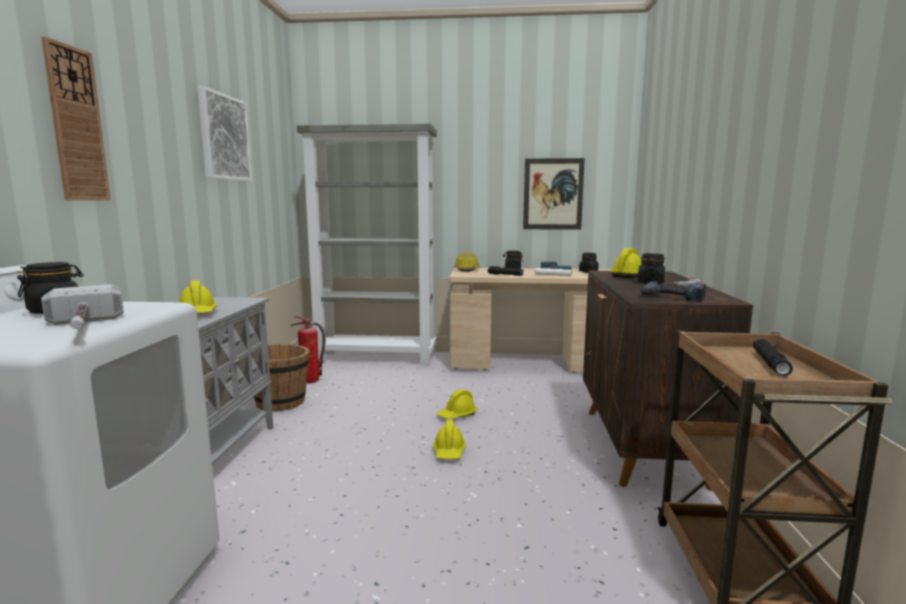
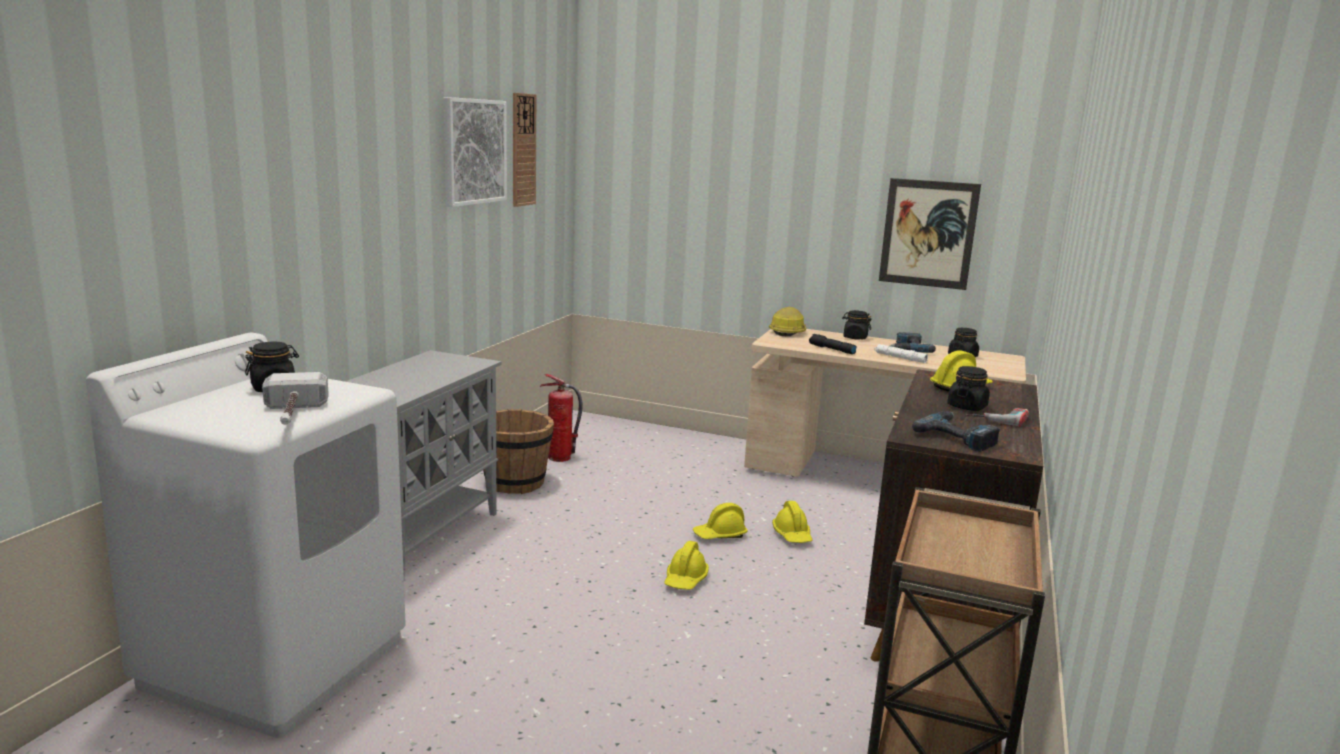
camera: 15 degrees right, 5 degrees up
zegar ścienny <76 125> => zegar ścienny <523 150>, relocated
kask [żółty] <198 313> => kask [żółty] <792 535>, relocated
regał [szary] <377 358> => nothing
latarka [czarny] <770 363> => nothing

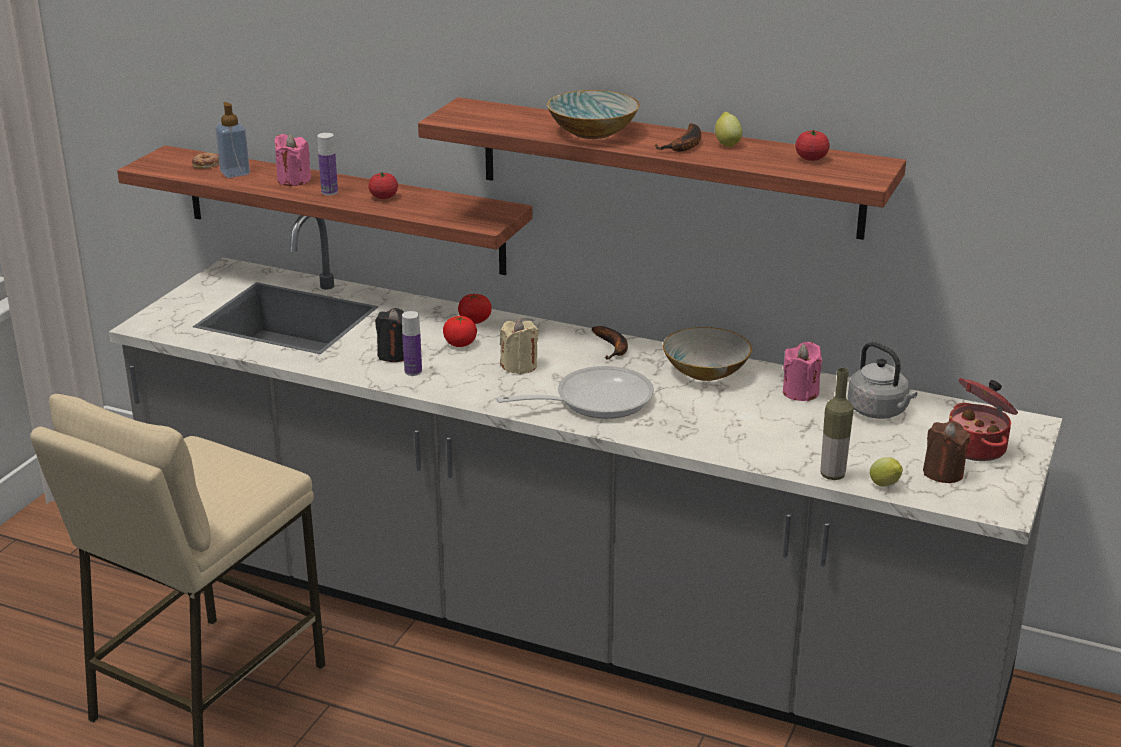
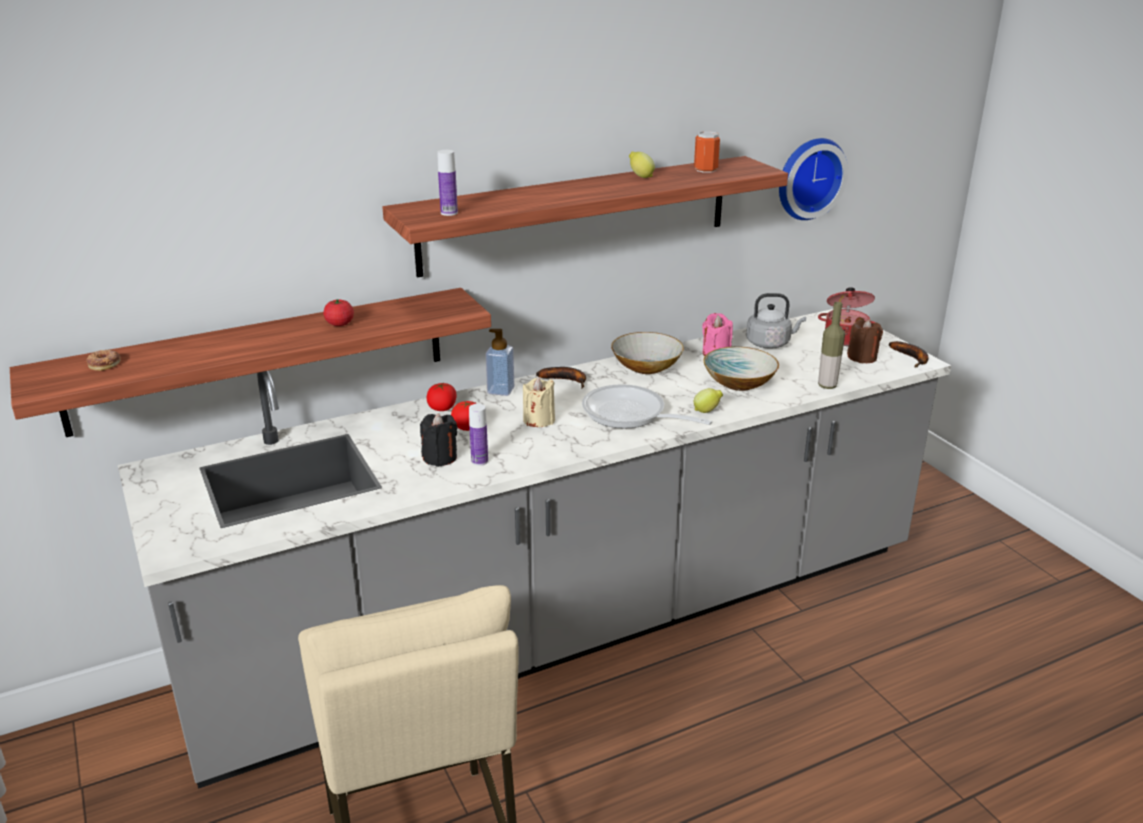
camera: 50 degrees left, 0 degrees up
butelka <329 192> => butelka <449 213>, relocated
dozownik mydła <235 173> => dozownik mydła <500 390>, relocated
patelnia <595 400> => patelnia <630 415>, 75 degrees counterclockwise
pomidor <811 158> => puszka <705 169>
cytryna <885 486> => cytryna <707 411>, relocated
miska <593 132> => miska <739 382>, relocated
nothing => zegar ścienny <808 177>
banan <685 146> => banan <912 358>, relocated
świeca [różowy] <294 180> => nothing

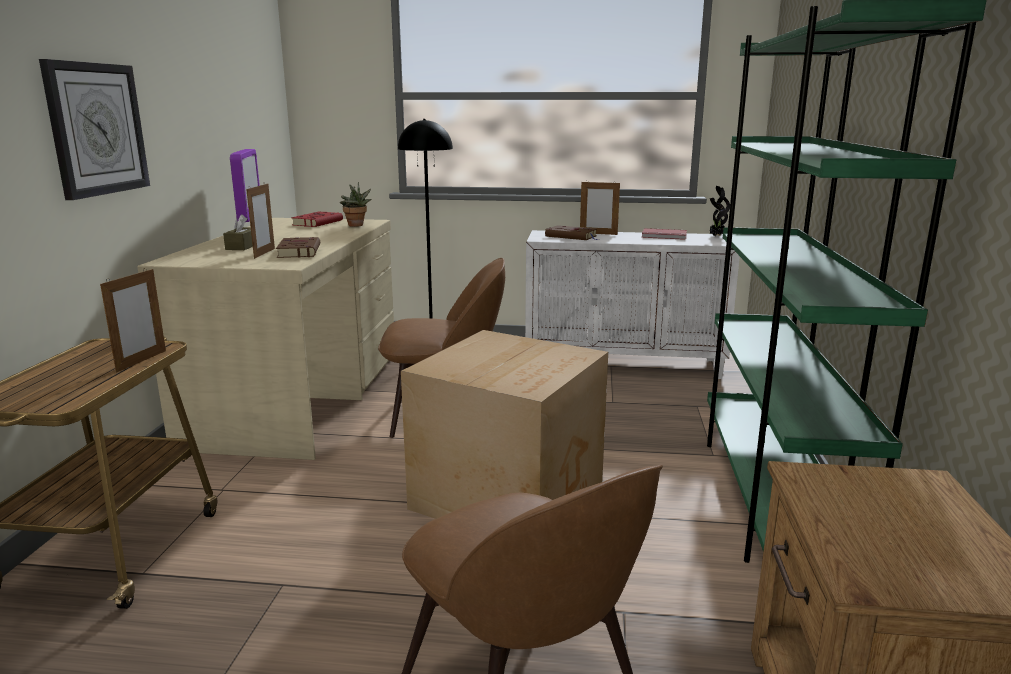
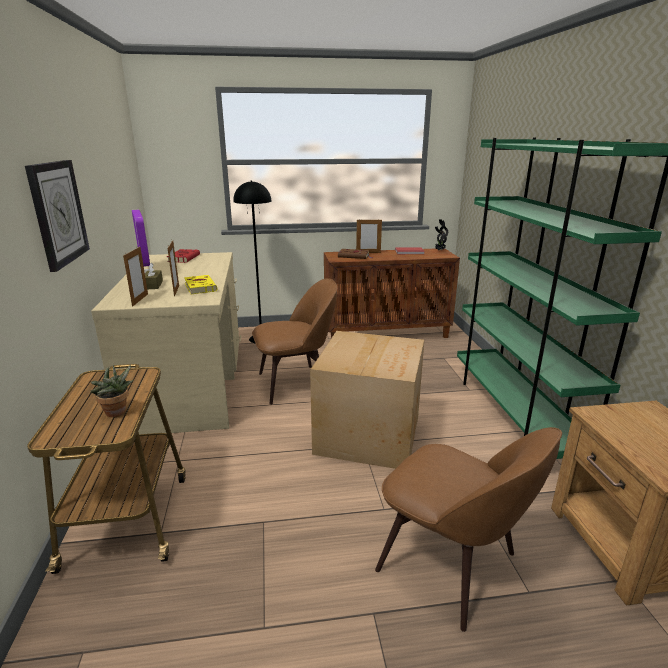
camera: 15 degrees left, 5 degrees up
roślina doniczkowa <356 225> => roślina doniczkowa <117 413>, relocated
ramka na zdjęcie <141 361> => ramka na zdjęcie <140 300>, relocated
książka [brązowy] <299 251> => książka [żółty] <200 287>
szafka [biały] <624 364> => szafka [brązowy] <387 333>

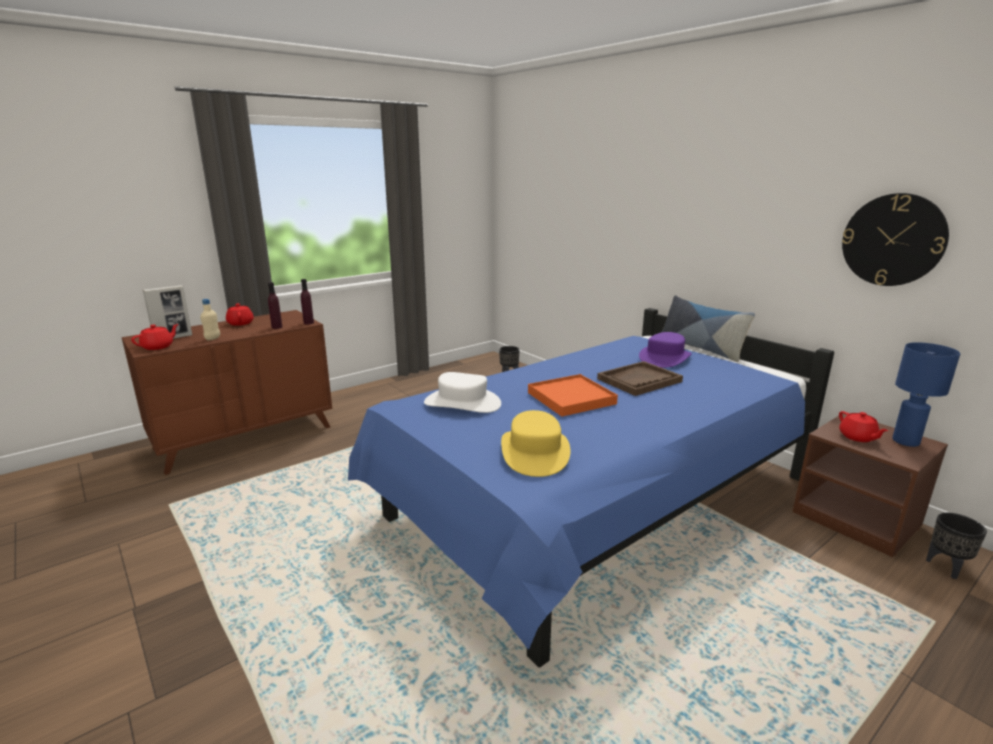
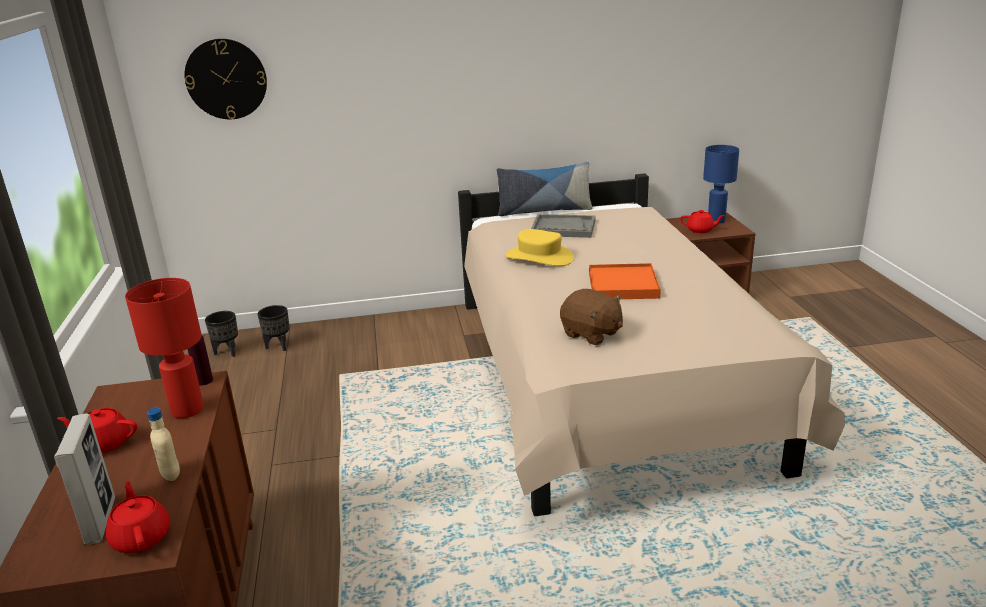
camera: 60 degrees left, 5 degrees up
butelka [fioletowy] <277 327> => lampa stołowa [czerwony] <188 409>
zegar ścienny <893 240> => zegar ścienny <226 79>, relocated
donica [czarny] <947 567> => donica [czarny] <228 352>, relocated
łóżko [niebieski] <595 502> => łóżko [beżowy] <604 383>
kapelusz [żółty] <535 452> => kapelusz [żółty] <539 257>, relocated
kapelusz [fioletowy] <664 358> => taca [szary] <563 228>
kapelusz [biały] <462 403> => pluszak [brązowy] <591 334>
taca [brązowy] <639 380> => nothing

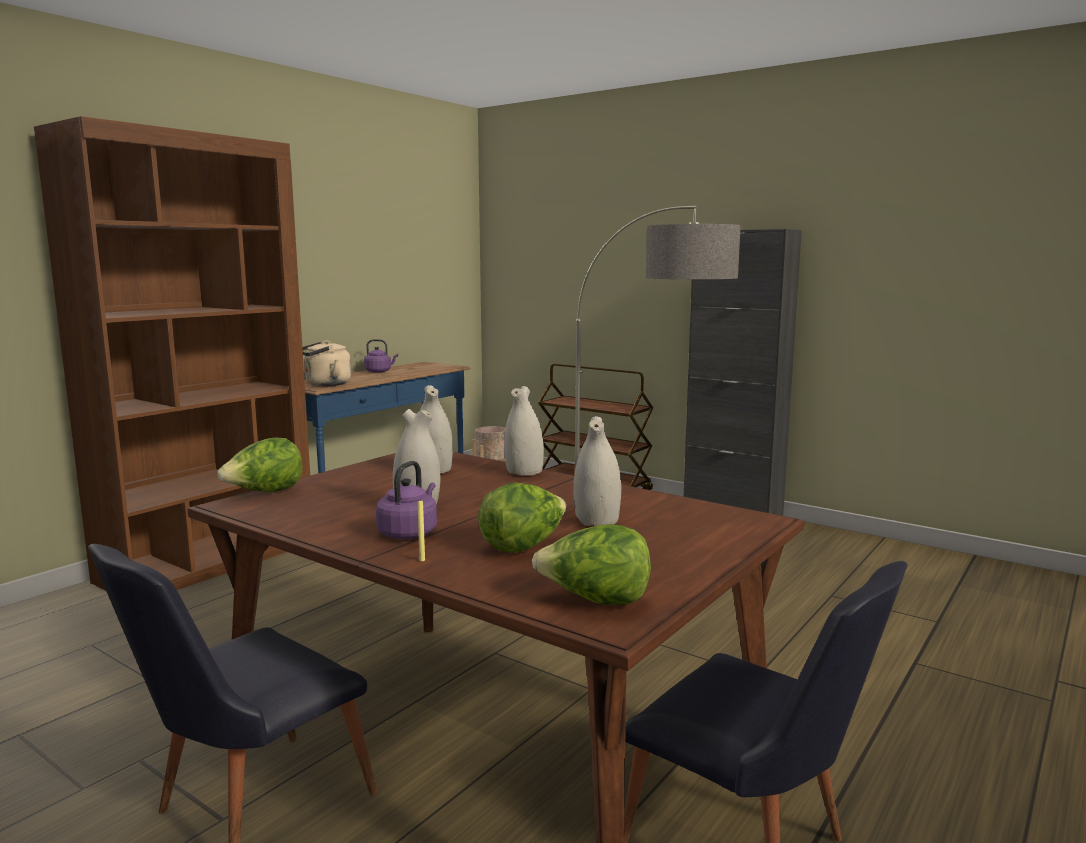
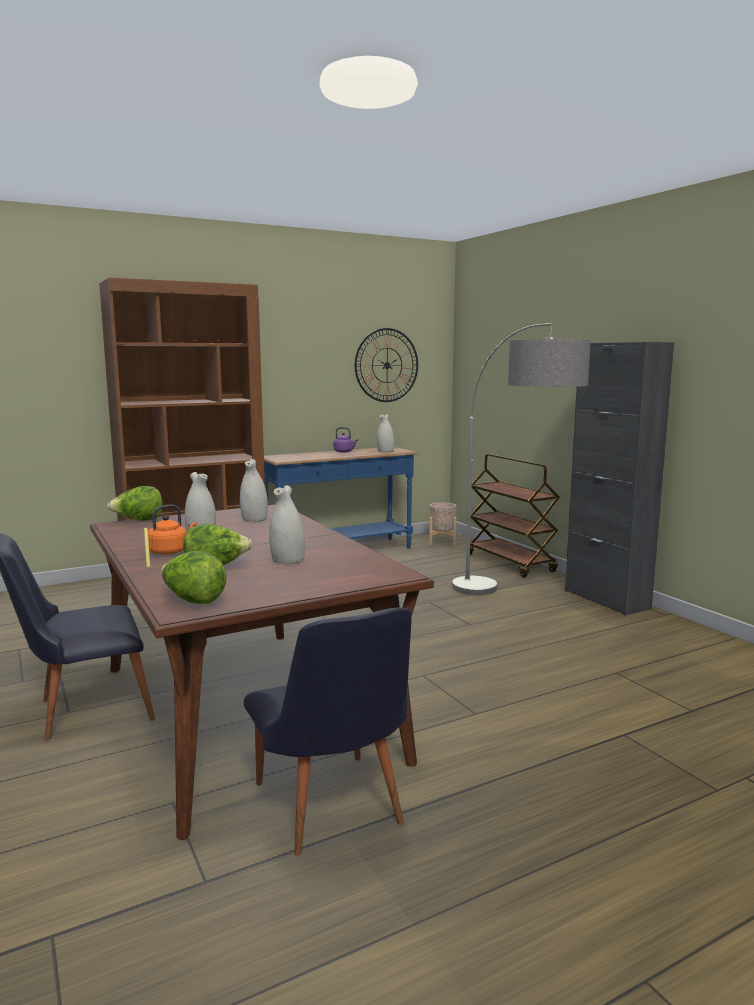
camera: 25 degrees right, 0 degrees up
czajnik [fioletowy] <409 532> => czajnik [pomarańczowy] <170 551>
nothing => zegar ścienny <386 365>
wazon [biały] <523 472> => wazon [biały] <385 451>, relocated
czajnik [beżowy] <325 384> => nothing

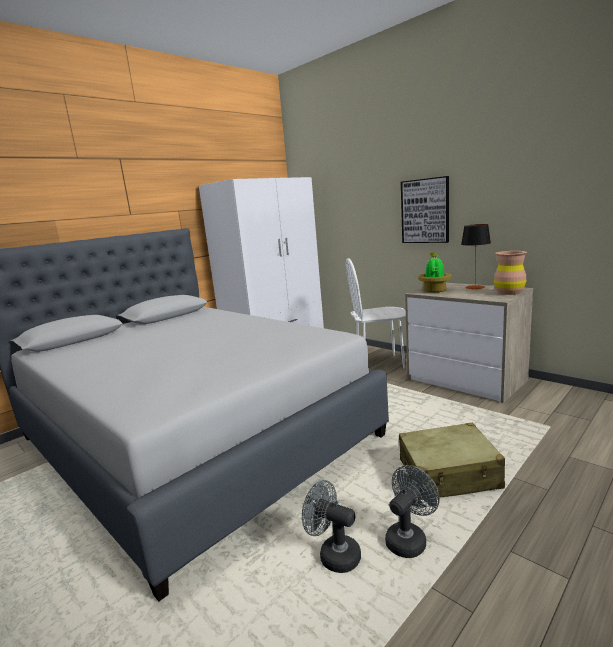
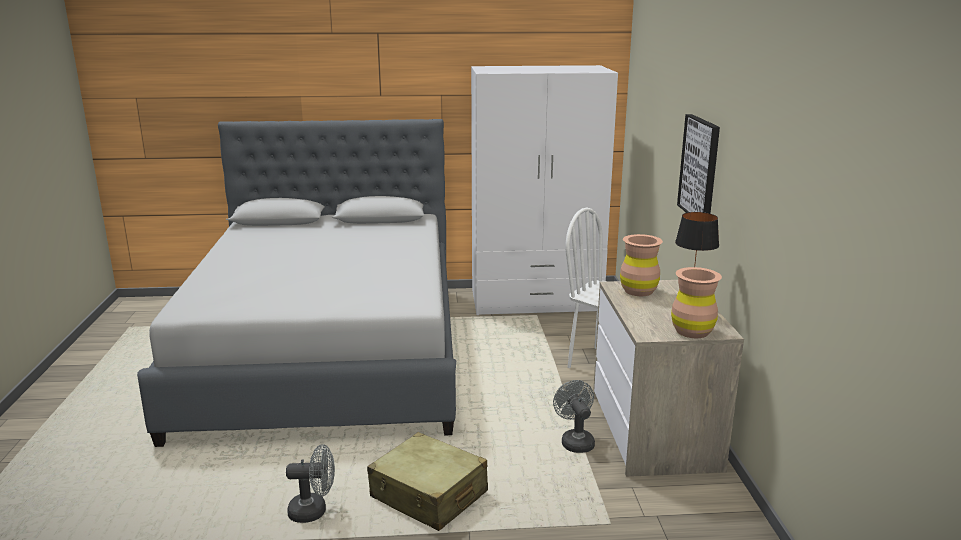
camera: 40 degrees right, 5 degrees up
wentylator [szary] <334 554> => wentylator [szary] <575 441>, relocated
roślina doniczkowa <434 290> => wazon [brązowy] <638 291>

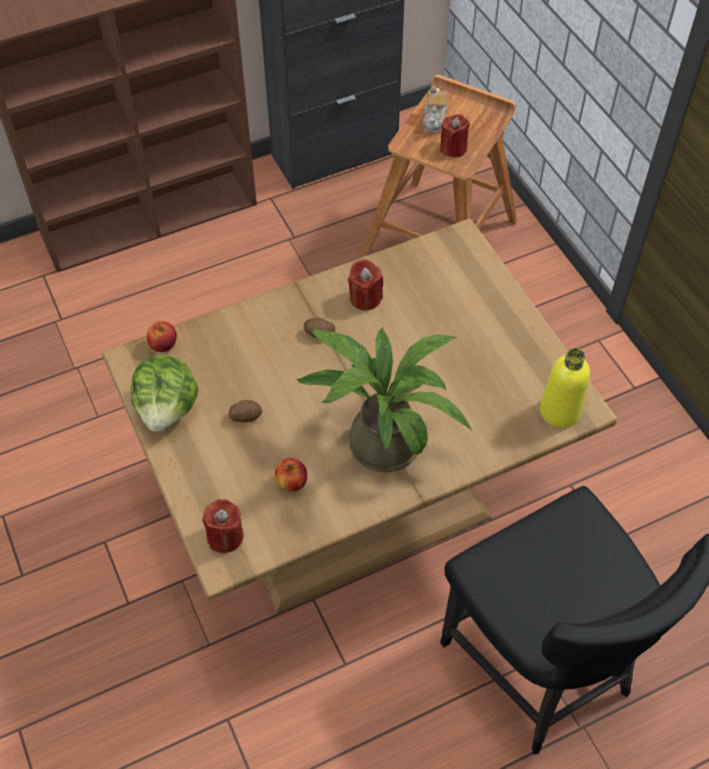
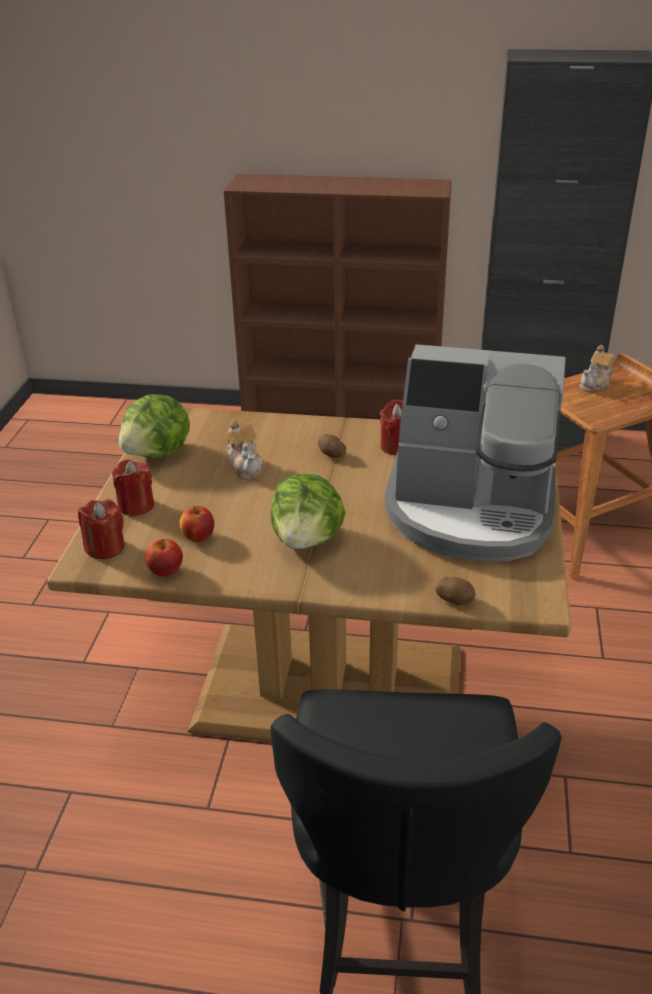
camera: 35 degrees right, 20 degrees down
świeca [czerwony] <453 148> => świeca [czerwony] <136 506>, relocated
jabłko <163 345> => jabłko <165 571>, relocated
nothing => imbryk <245 466>
roślina doniczkowa <379 438> => sałata <307 539>
nothing => ekspres do kawy <470 510>
ziemniak <245 416> => ziemniak <455 599>, relocated
butelka [żółty] <560 411> => nothing

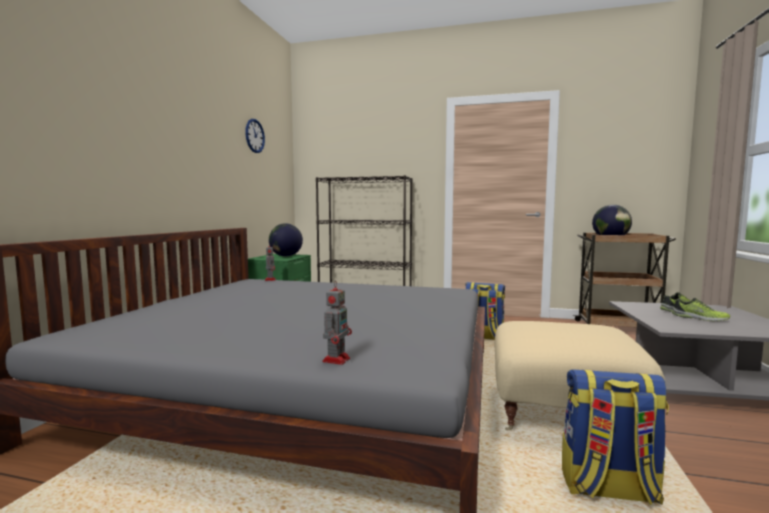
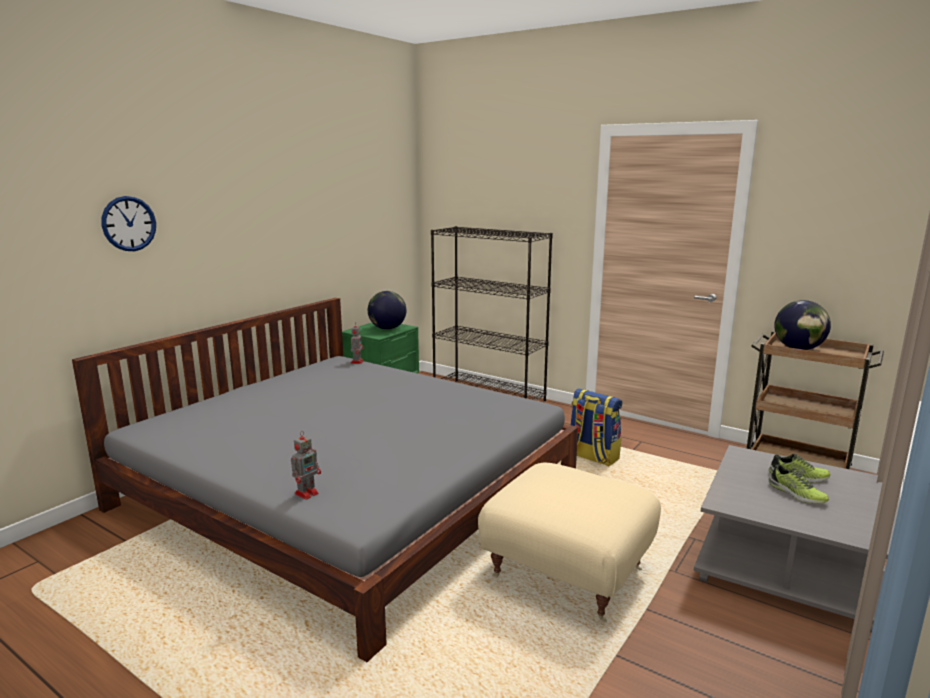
camera: 20 degrees right, 10 degrees up
zegar ścienny <254 136> => zegar ścienny <129 223>, relocated
plecak <608 489> => nothing

